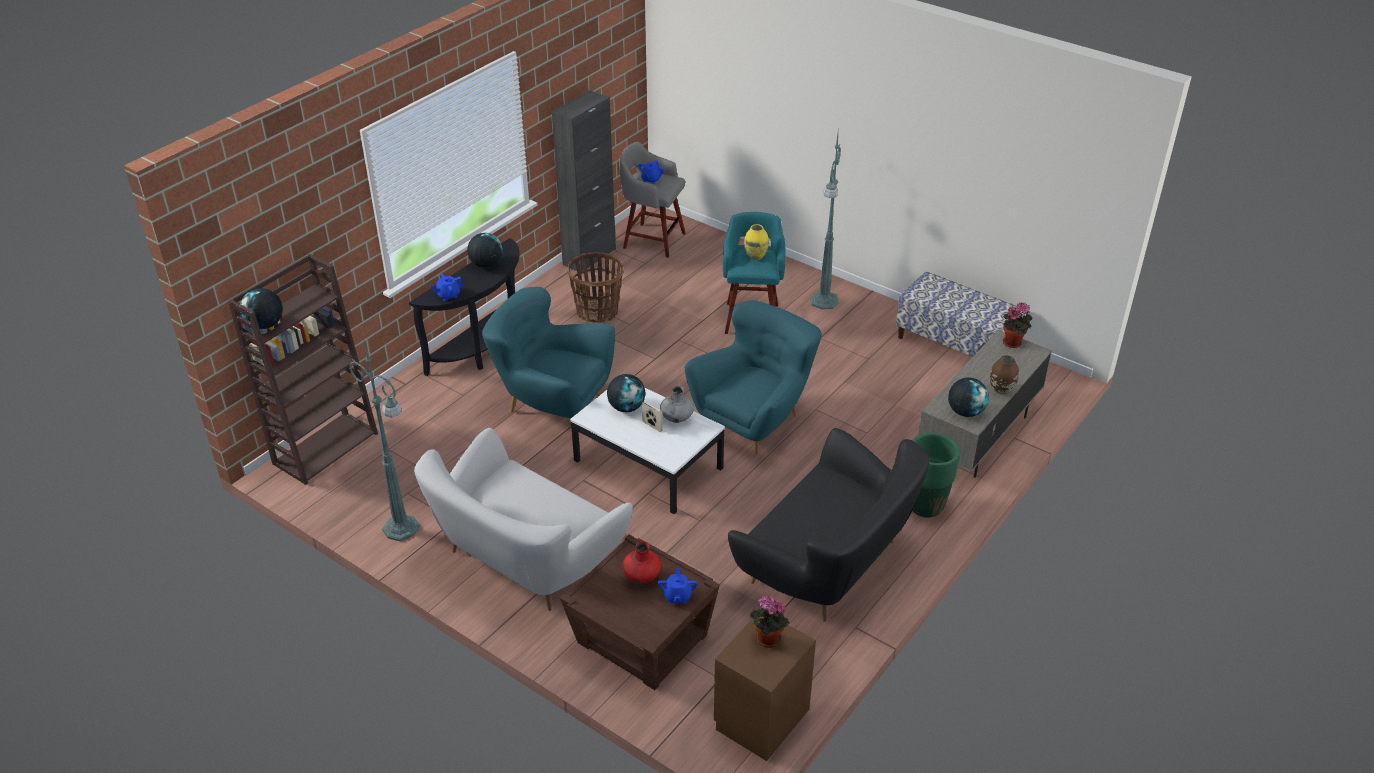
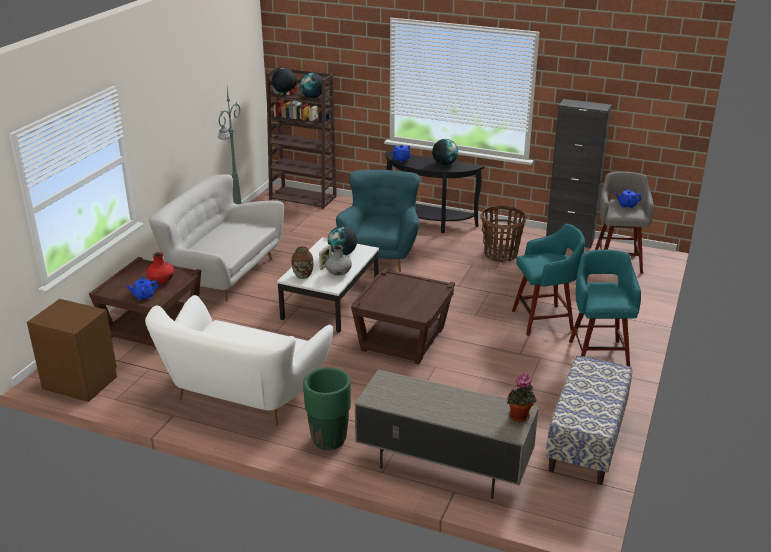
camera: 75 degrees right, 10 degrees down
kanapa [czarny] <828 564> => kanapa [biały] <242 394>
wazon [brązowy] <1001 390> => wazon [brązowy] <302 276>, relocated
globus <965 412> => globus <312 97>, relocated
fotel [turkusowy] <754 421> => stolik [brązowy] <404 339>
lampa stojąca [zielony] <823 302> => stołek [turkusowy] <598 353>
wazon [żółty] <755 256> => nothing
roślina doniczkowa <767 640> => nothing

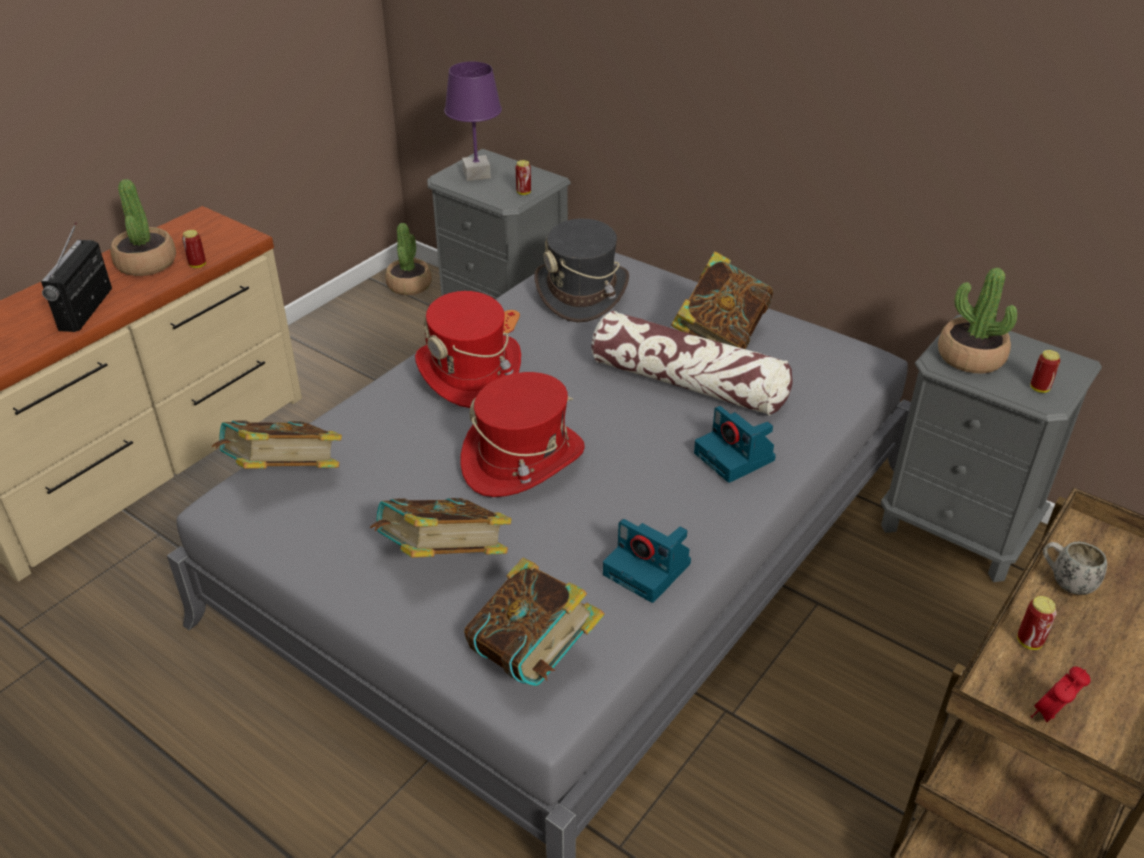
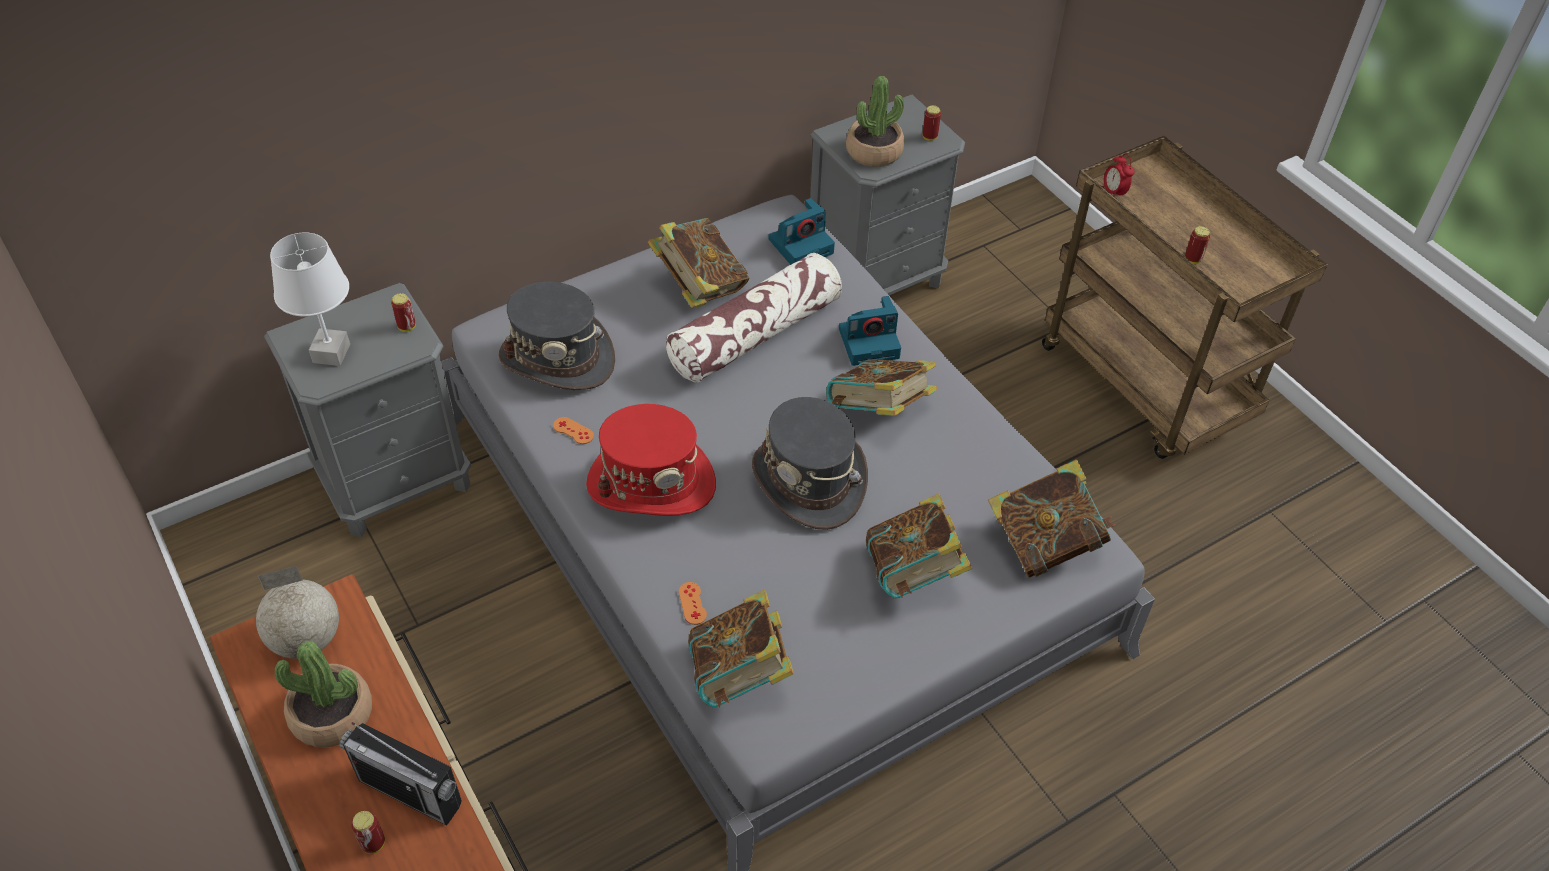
camera: 70 degrees left, 10 degrees up
nothing => globus <308 640>
lampa stołowa [fioletowy] <476 175> => lampa stołowa [biały] <332 354>
puszka <198 265> => puszka <373 843>, relocated
nothing => pad do gier [pomarańczowy] <692 603>
kapelusz [czerwony] <523 460> => kapelusz [szary] <809 480>
aparat fotograficzny <649 569> => aparat fotograficzny <801 245>, relocated
nothing => książka <878 413>
budzik <1051 715> => budzik <1114 193>, relocated
roślina doniczkowa <409 285> => nothing
kubek [biały] <1065 581> => nothing

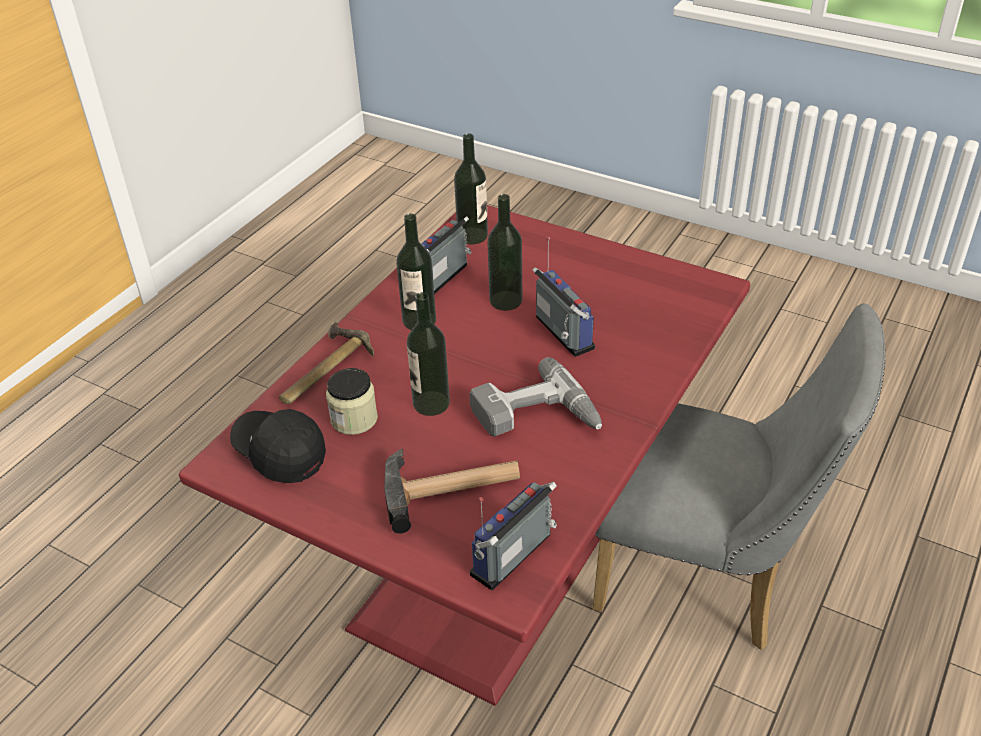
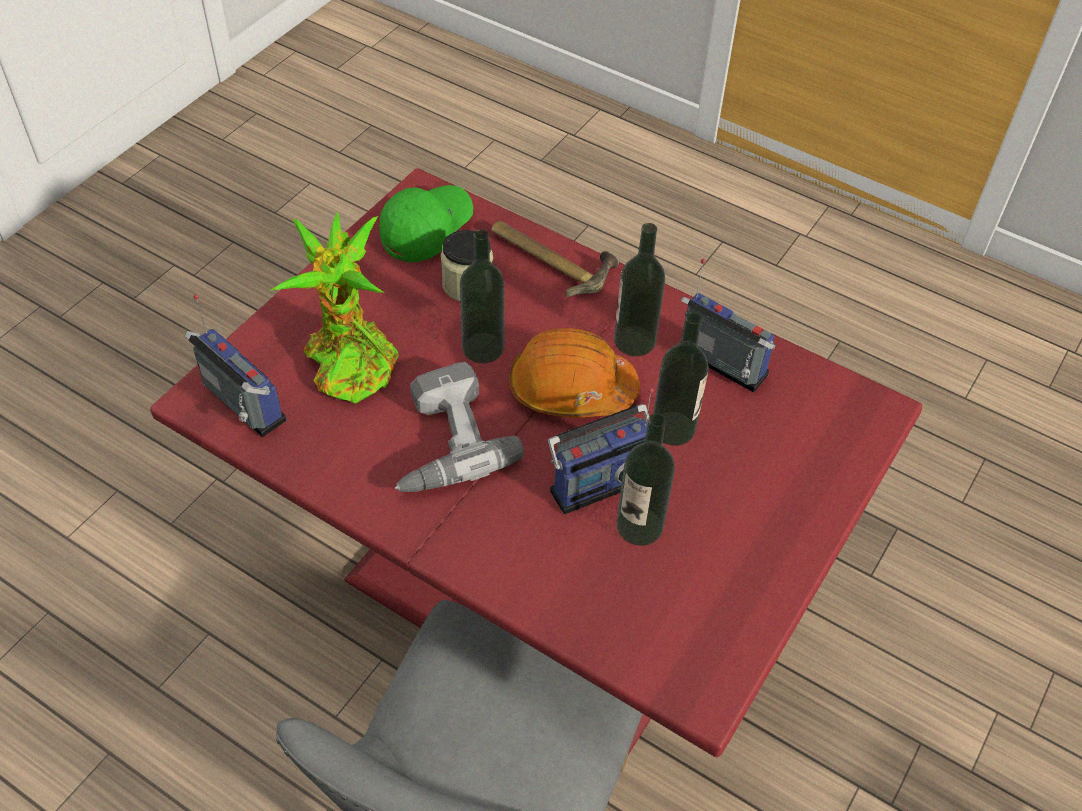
camera: 90 degrees right, 10 degrees up
młotek <452 488> => roślina doniczkowa <348 360>
czapka z daszkiem [czarny] <279 453> => czapka z daszkiem [zielony] <426 231>
nothing => kask [pomarańczowy] <571 389>
butelka <472 236> => butelka <639 526>, relocated

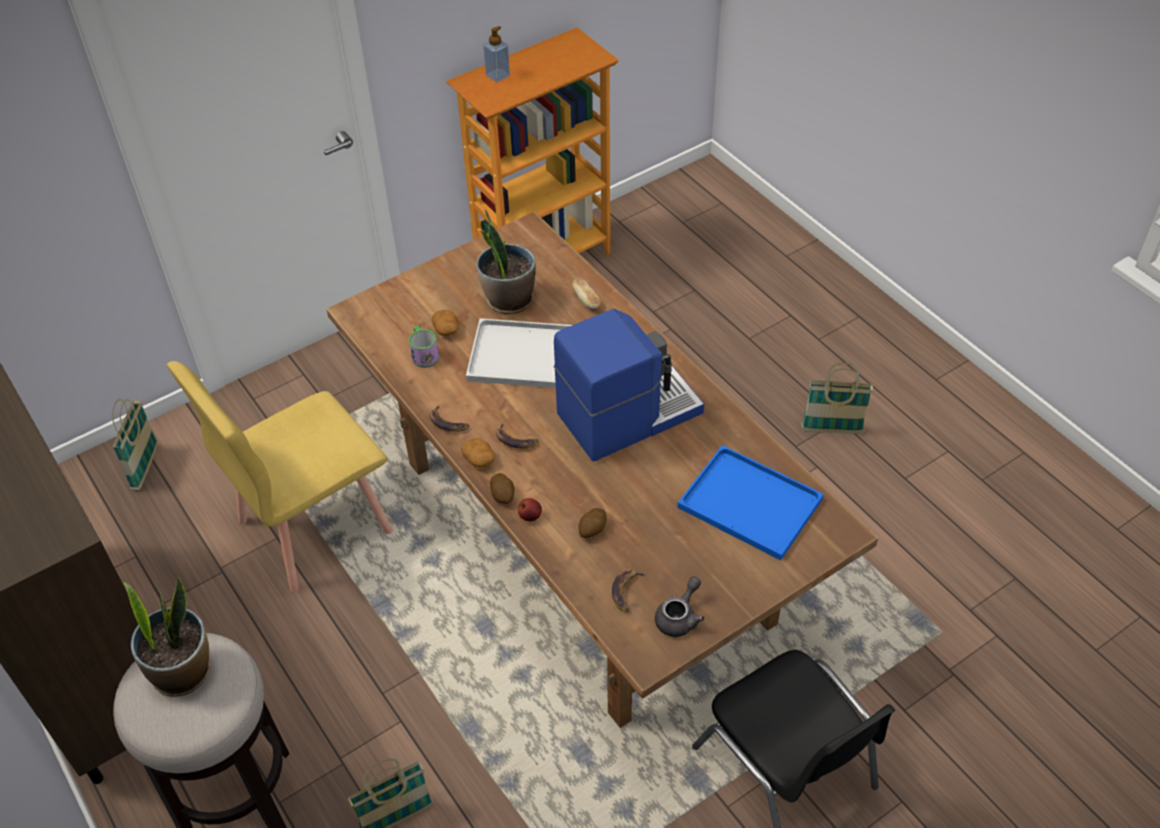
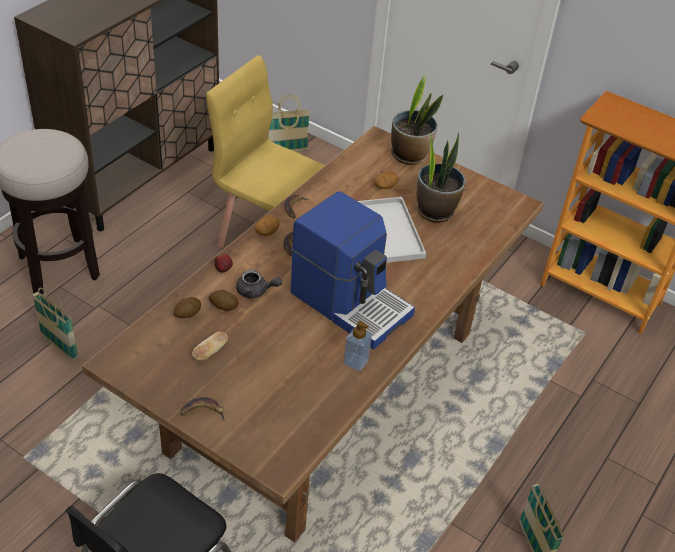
camera: 65 degrees right, 5 degrees down
ziemniak <503 495> => ziemniak <187 314>, relocated
banan <626 591> => banan <202 411>, relocated
chleb <586 300> => chleb <210 352>, relocated
imbryk [szary] <679 617> => imbryk [szary] <256 291>, relocated
dozownik mydła <498 76> => dozownik mydła <356 362>, relocated
roślina doniczkowa <182 671> => roślina doniczkowa <410 155>, relocated
kubek <424 354> => nothing
taca [niebieski] <747 503> => nothing

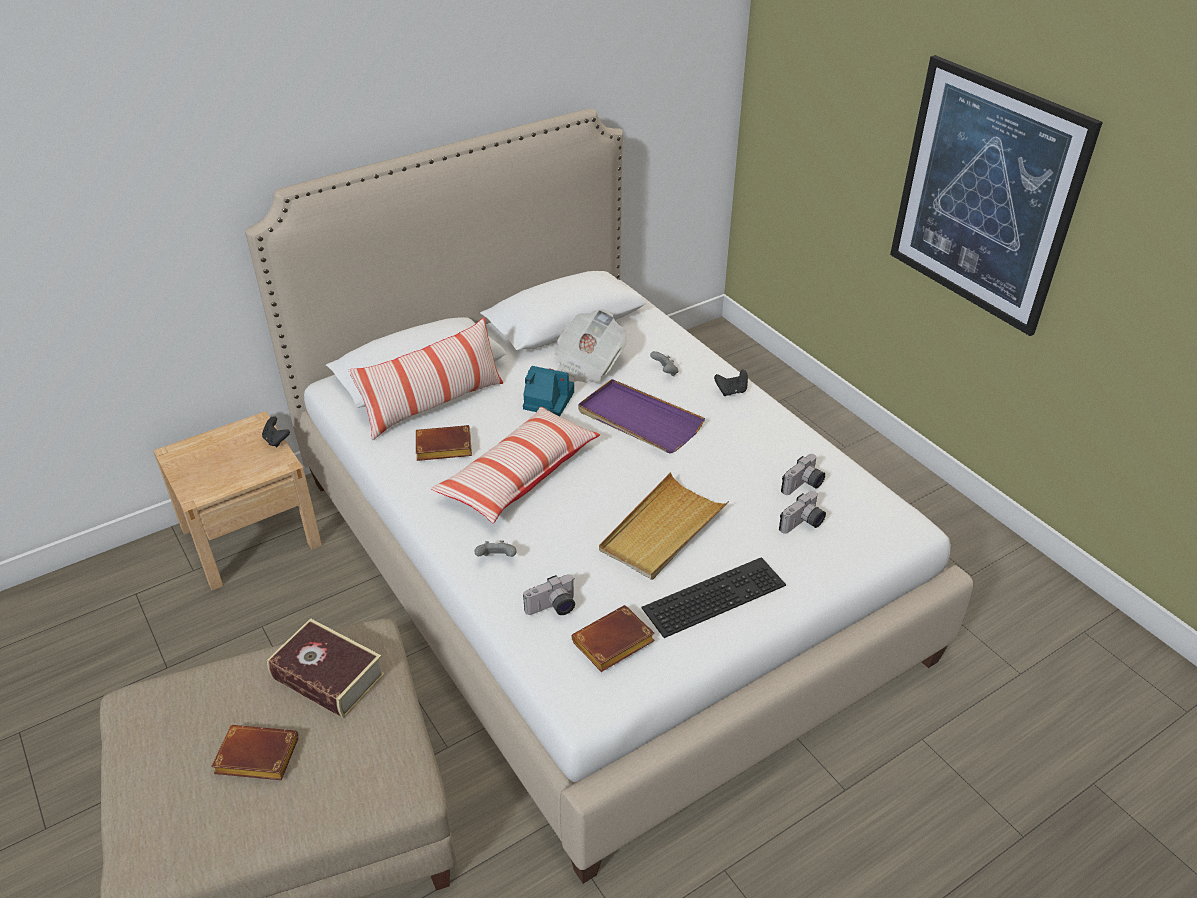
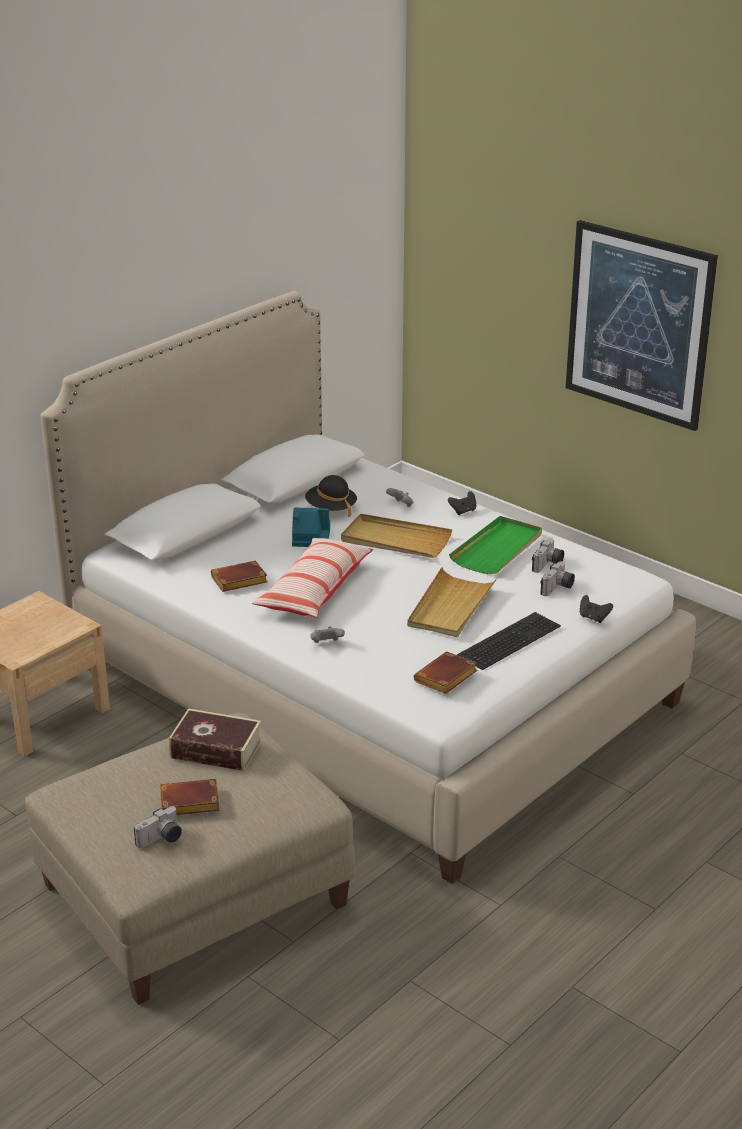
camera: 15 degrees left, 10 degrees down
aparat fotograficzny <553 608> => aparat fotograficzny <161 839>, relocated
gazeta <587 365> => kapelusz [czarny] <331 508>
taca [fioletowy] <639 420> => taca [beżowy] <395 540>
nothing => taca [zielony] <497 549>
pad do gier [czarny] <276 440> => pad do gier [czarny] <593 618>, relocated
poduszka <433 405> => nothing

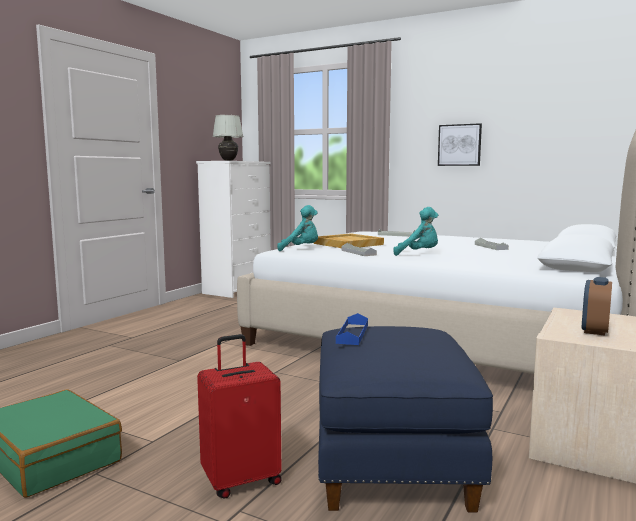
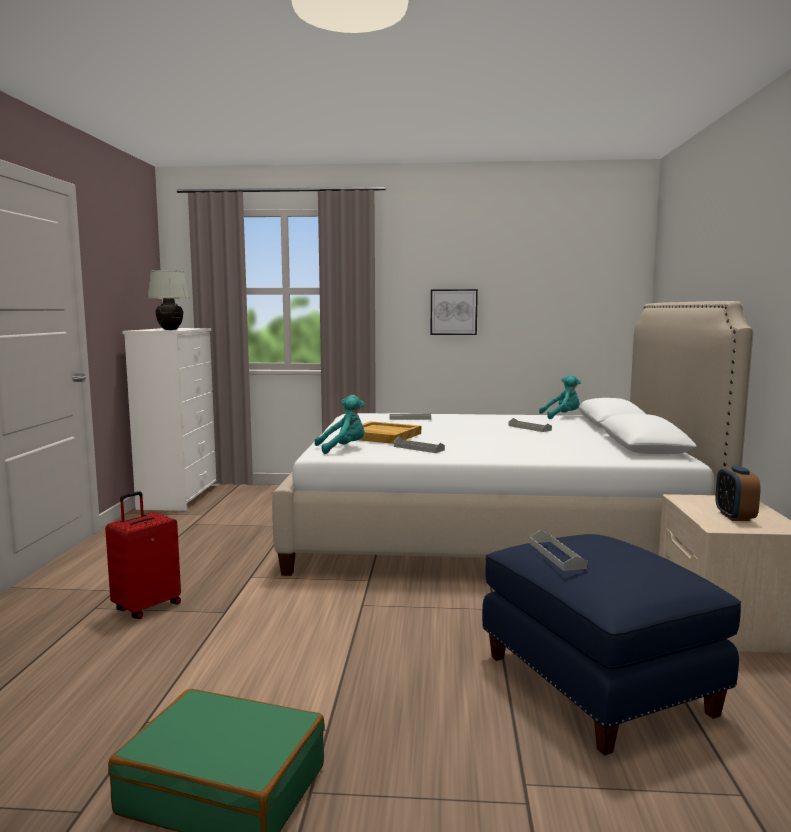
camera: 25 degrees left, 0 degrees up
walizka [czerwony] <241 480> => walizka [czerwony] <146 607>, relocated
taca [niebieski] <352 333> => taca [szary] <556 555>
pluszak [turkusowy] <418 254> => pluszak [turkusowy] <562 416>, relocated

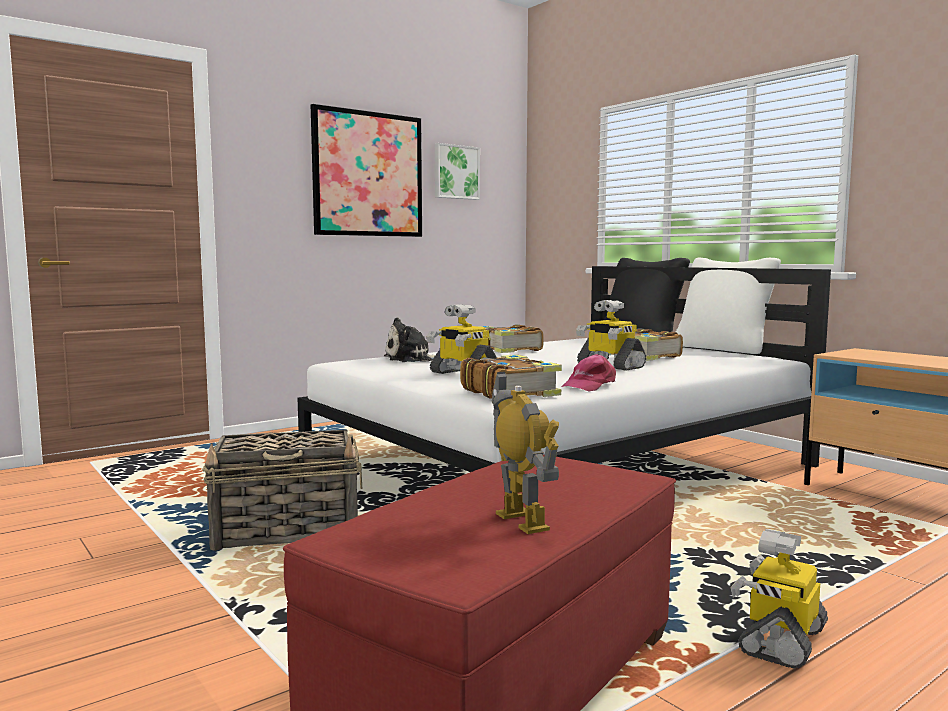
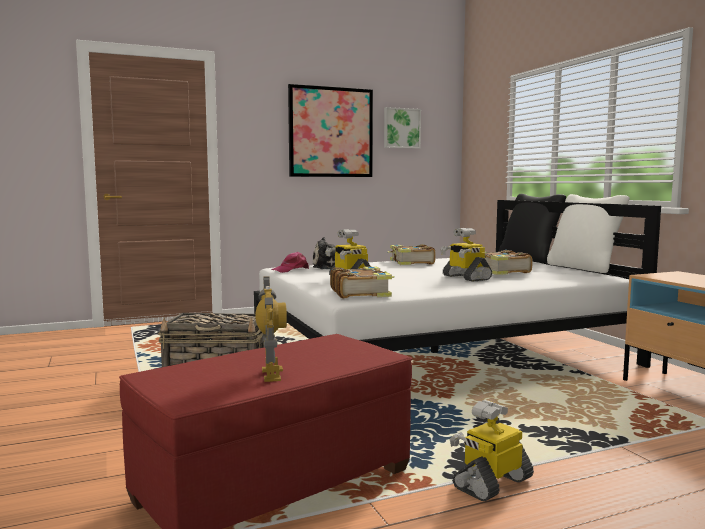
camera: 15 degrees right, 0 degrees up
czapka z daszkiem [różowy] <589 385> => czapka z daszkiem [różowy] <291 270>, relocated

